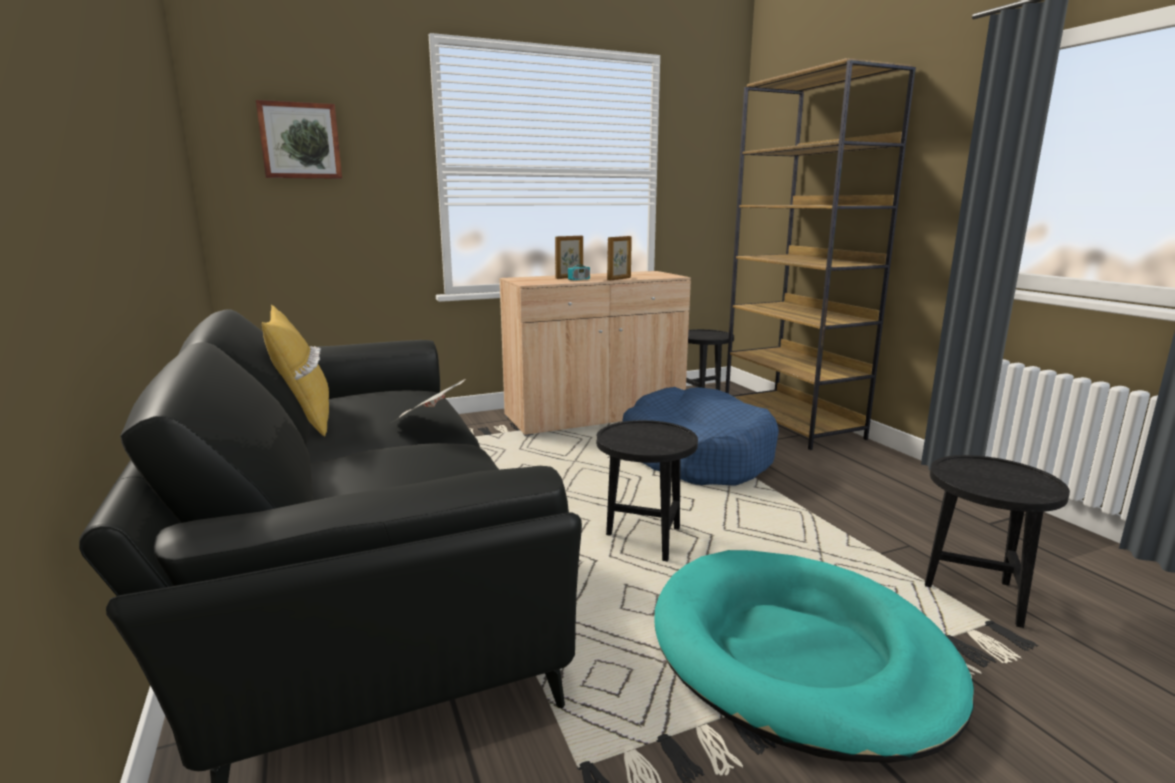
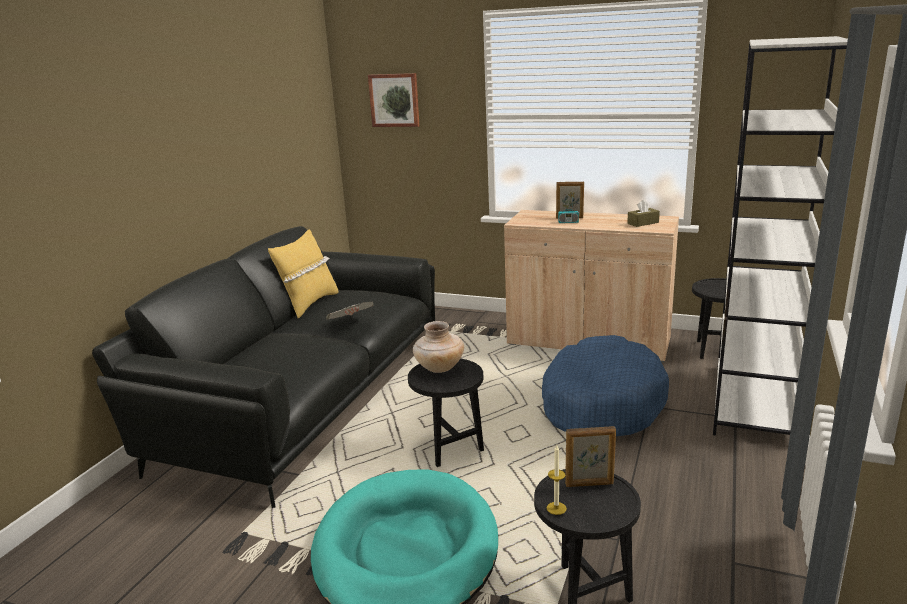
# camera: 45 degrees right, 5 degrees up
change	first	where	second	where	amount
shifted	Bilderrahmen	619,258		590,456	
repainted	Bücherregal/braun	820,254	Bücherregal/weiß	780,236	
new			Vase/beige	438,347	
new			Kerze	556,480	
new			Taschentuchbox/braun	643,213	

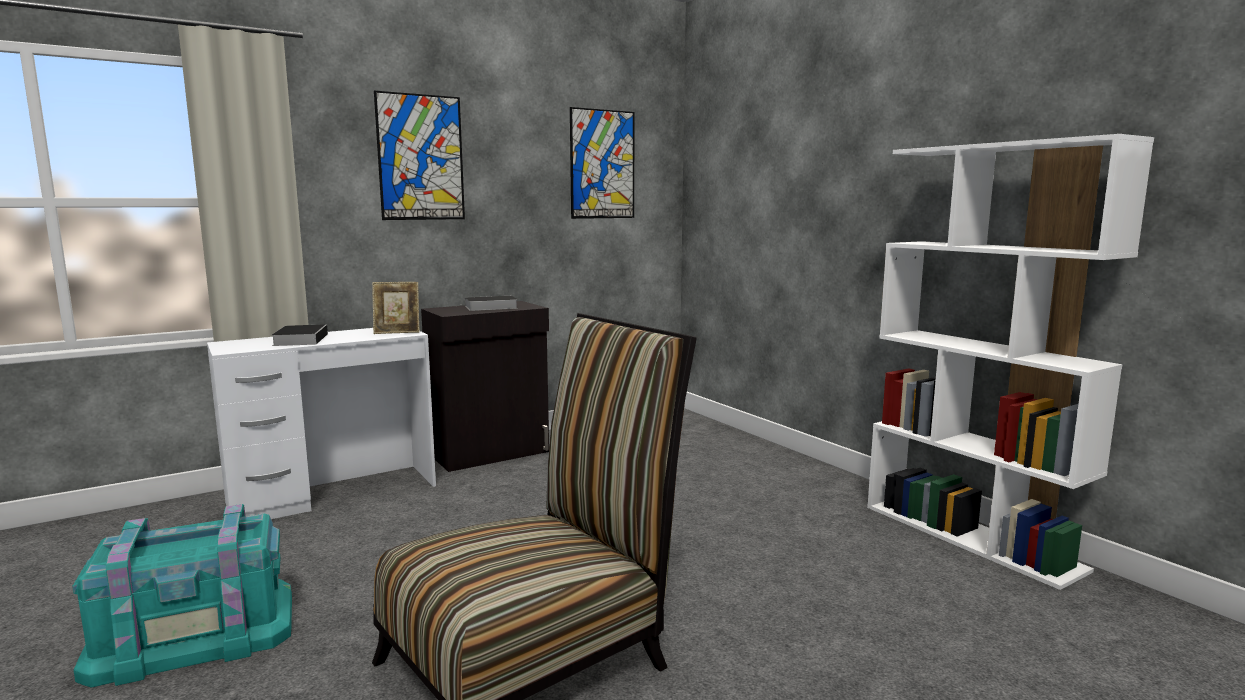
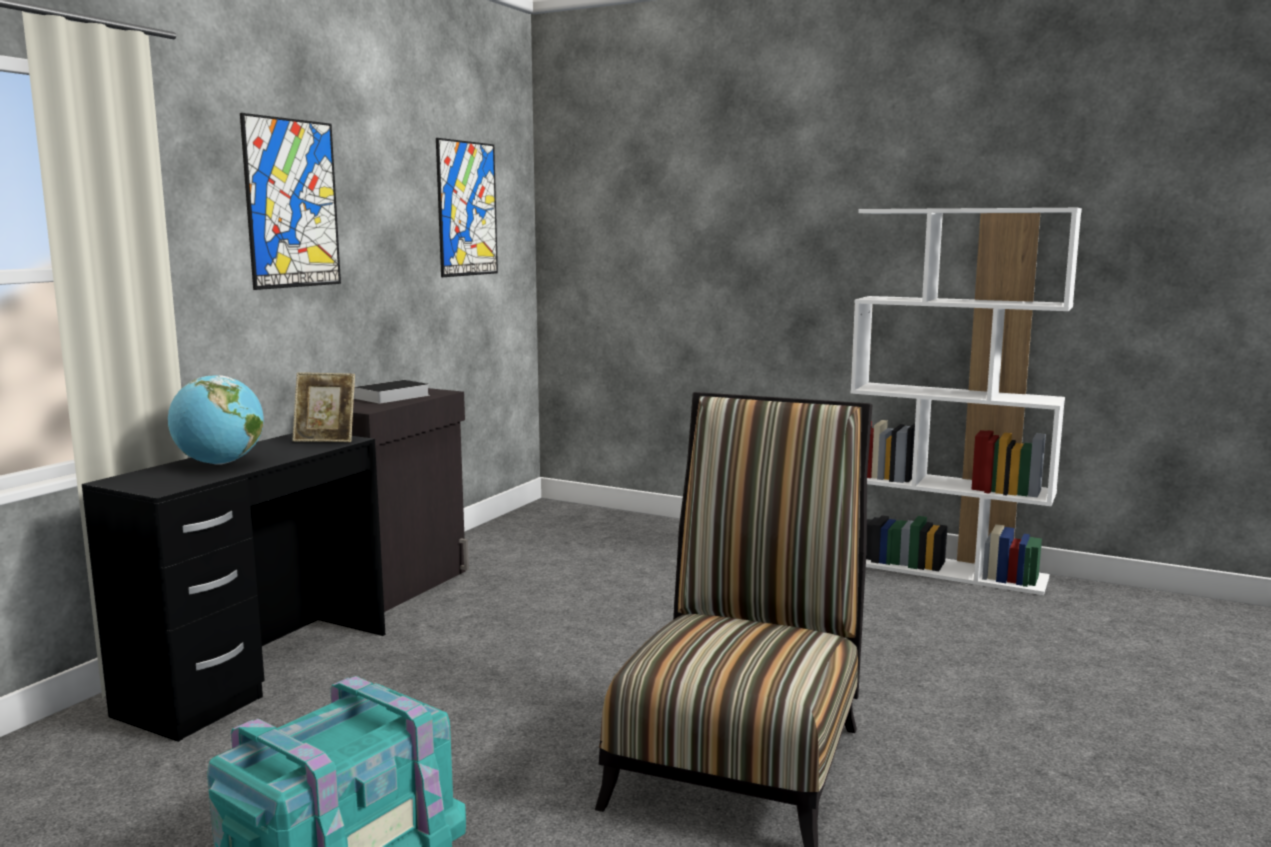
# camera: 30 degrees left, 0 degrees up
change	first	where	second	where	amount
repainted	Schreibtisch/weiß	321,423	Schreibtisch/schwarz	233,587	
swapped	Buch	300,335	Globus	216,420	
rotated	Bilderrahmen	396,308		323,407	45 degrees clockwise

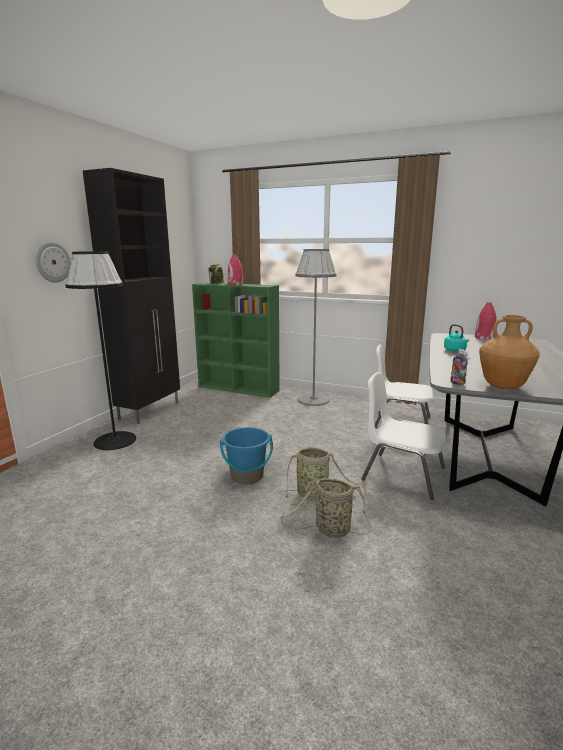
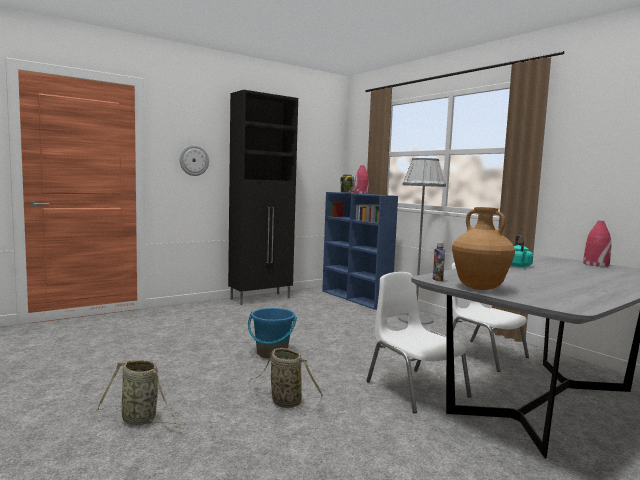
# camera: 30 degrees right, 10 degrees down
change	first	where	second	where	amount
gone	Stehlampe/schwarz	100,350			
repainted	Bücherregal/grün	236,340	Bücherregal/blau	360,251	
shifted	Korb	319,473		141,393	

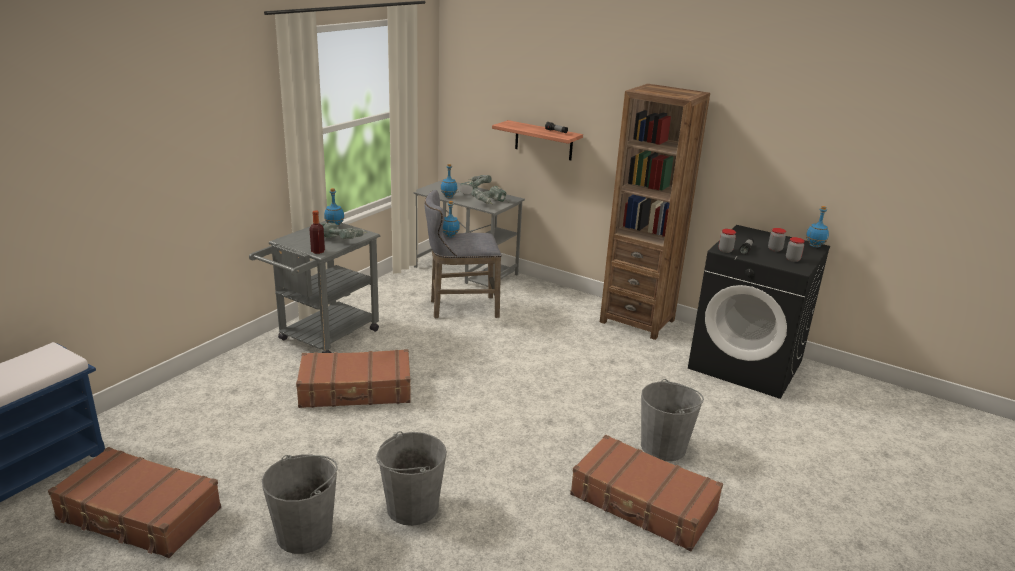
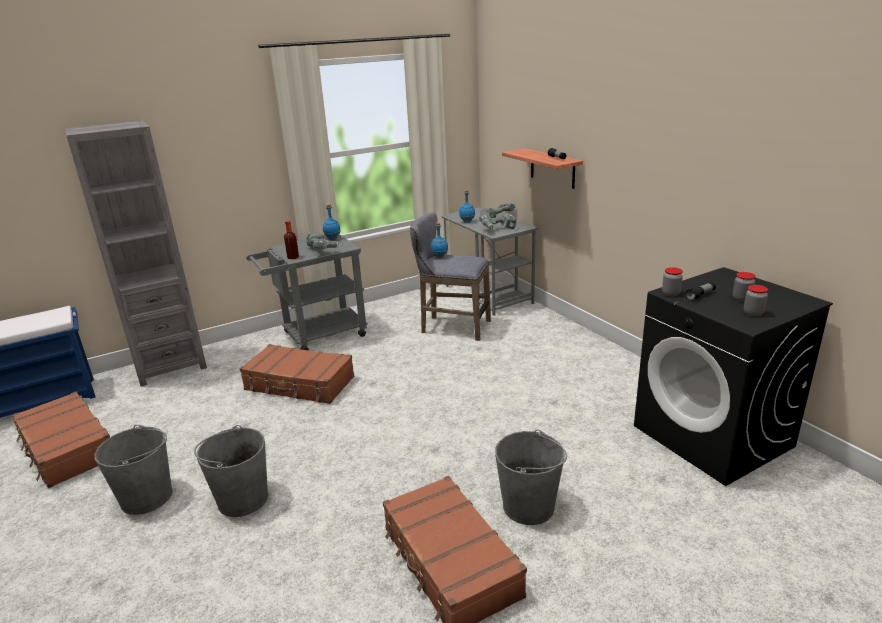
# camera: 30 degrees right, 0 degrees up
change	first	where	second	where	amount
gone	Bücherregal/braun	655,212			
gone	Flasche/blau	817,227			
new			Bücherregal/grau	136,253	

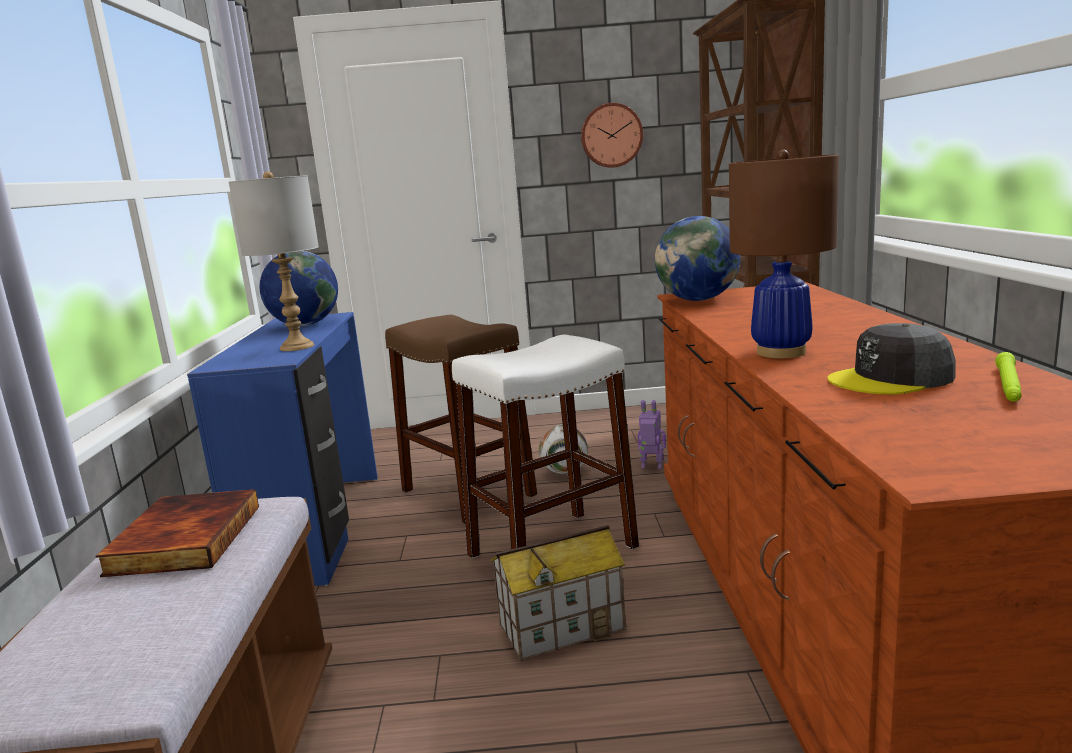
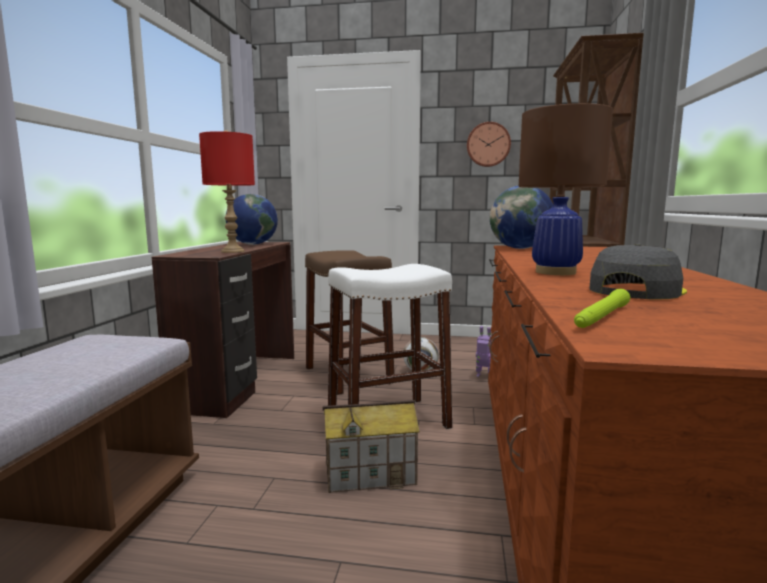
# camera: 10 degrees right, 5 degrees down
change	first	where	second	where	amount
gone	Buch	177,533			
repainted	Schreibtisch/blau	282,449	Schreibtisch/braun	223,330	
repainted	Tischlampe/grau	274,261	Tischlampe/rot	227,191	
rotated	Kappe/grau	891,359		638,271	135 degrees clockwise
shifted	Taschenlampe/grün	1008,376		602,308	

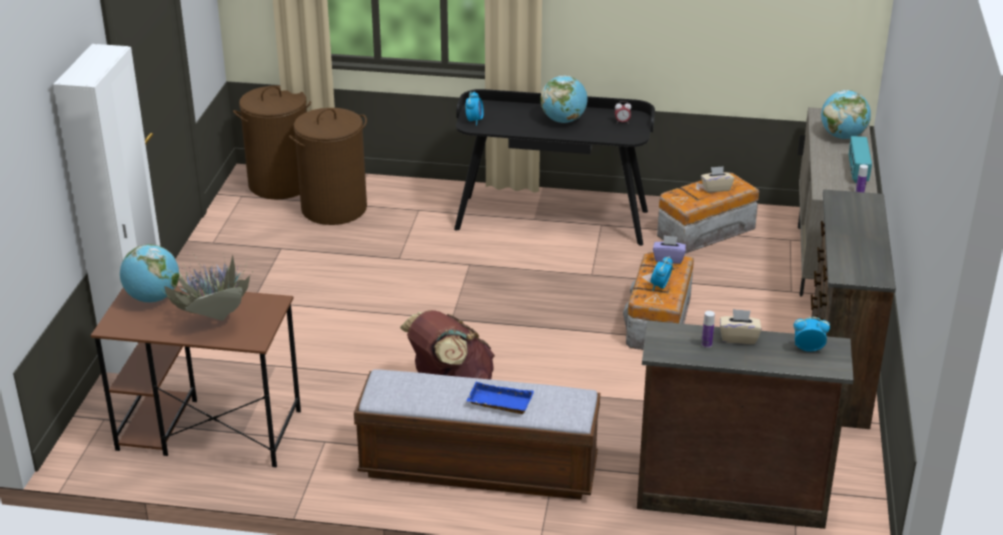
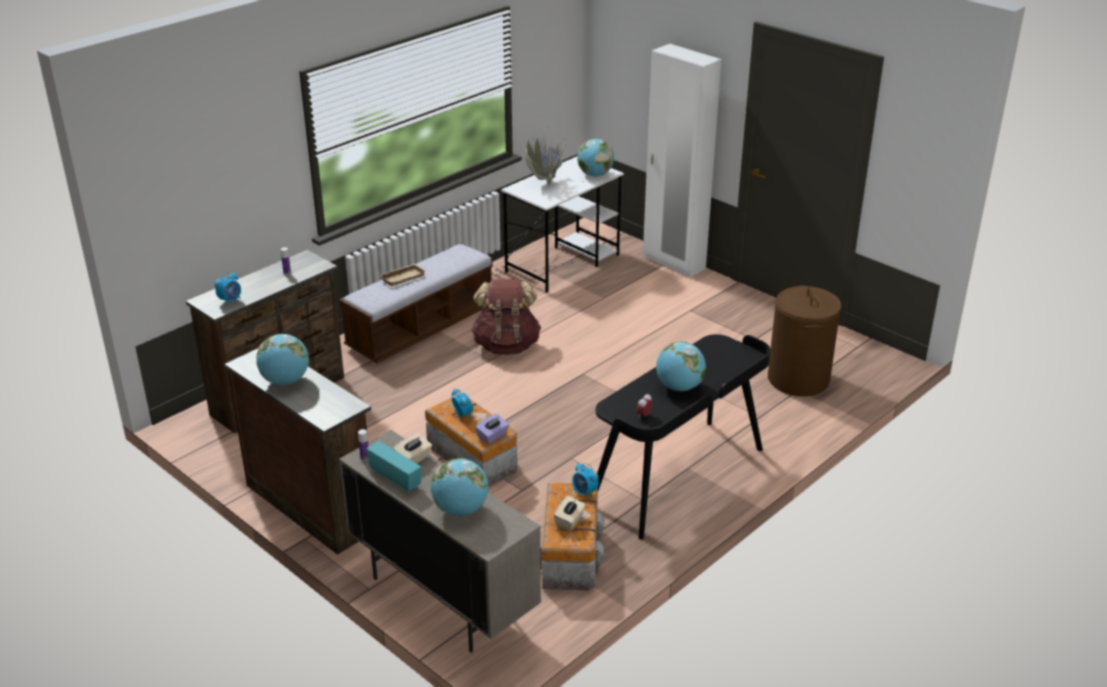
# camera: 125 degrees right, 0 degrees up
change	first	where	second	where	amount
repainted	Schreibtisch/braun	196,376	Schreibtisch/weiß	562,224	
gone	Wäschekorb/braun	272,142			
shifted	Wecker	474,108		585,481	
repainted	Tablett/blau	500,398	Tablett/beige	402,275	
shifted	Taschentuchbox/beige	740,326		412,448	
new			Globus	282,359	

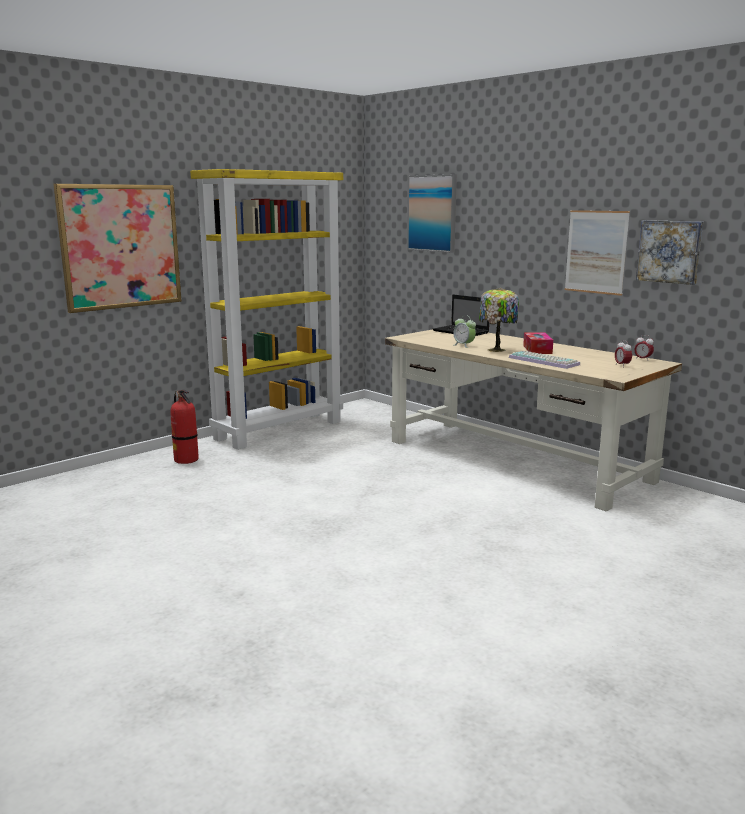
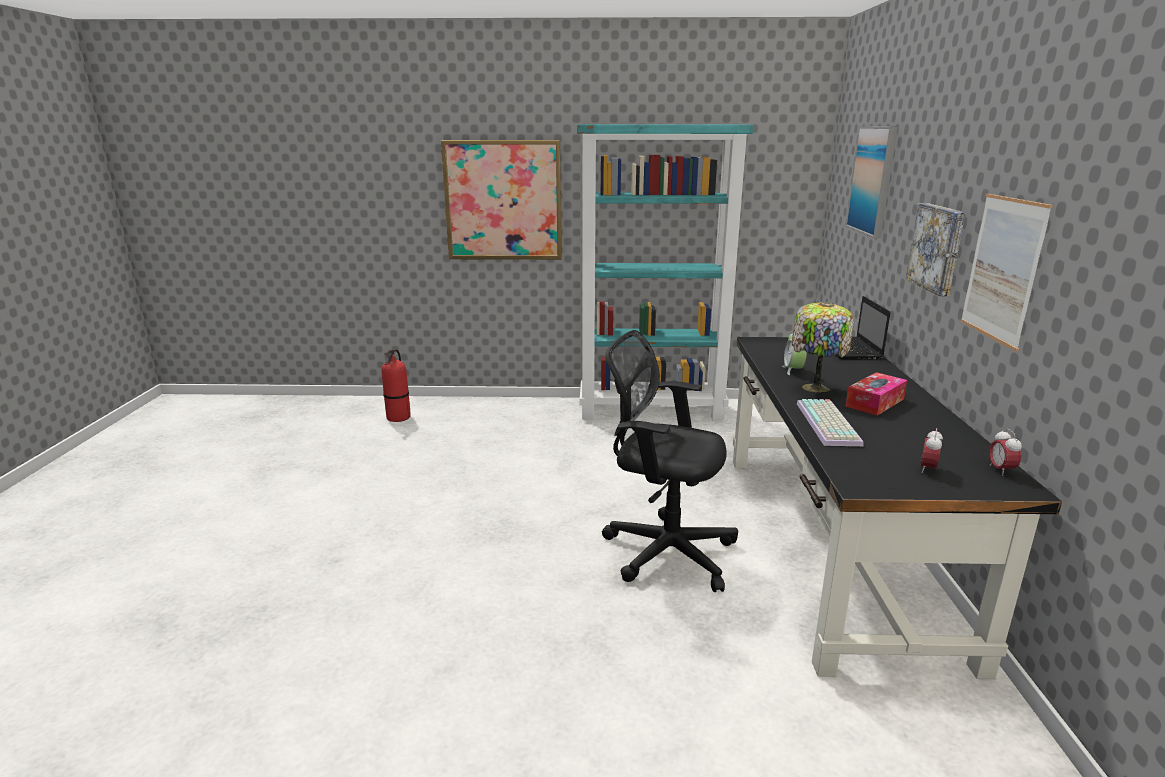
# camera: 45 degrees right, 5 degrees up
change	first	where	second	where	amount
shifted	Feuerlöscher	184,427		396,385	
repainted	Bücherregal/gelb	266,309	Bücherregal/türkis	665,272	
repainted	Schreibtisch/beige	533,420	Schreibtisch/schwarz	897,508	
shifted	Bild	669,252		935,249	
new			Bürostuhl/schwarz	670,461	

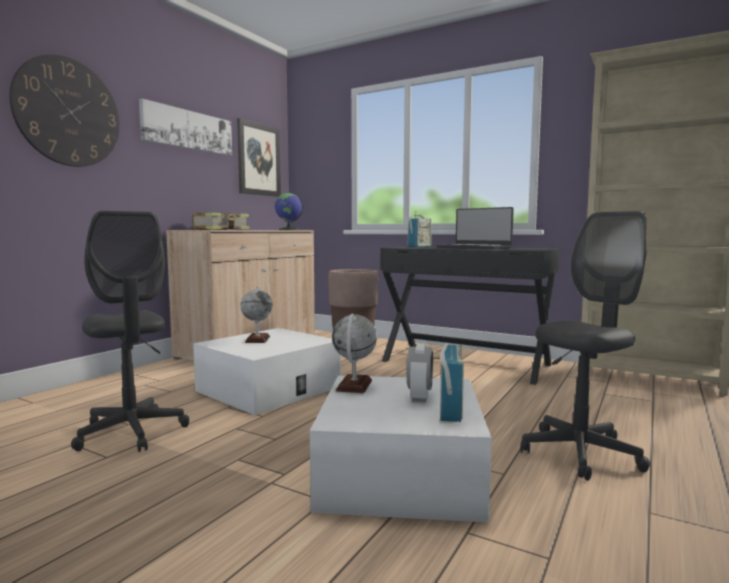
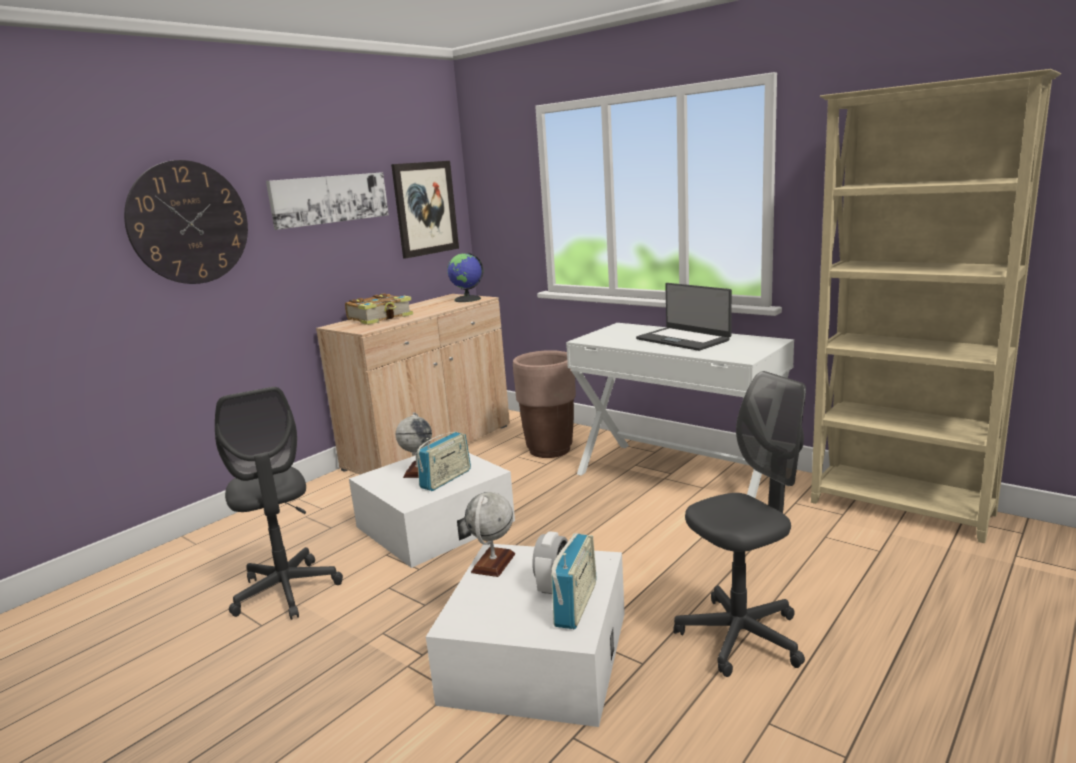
# camera: 10 degrees right, 10 degrees up
change	first	where	second	where	amount
repainted	Schreibtisch/schwarz	470,315	Schreibtisch/weiß	680,410	
shifted	Radio	420,229		444,461	

